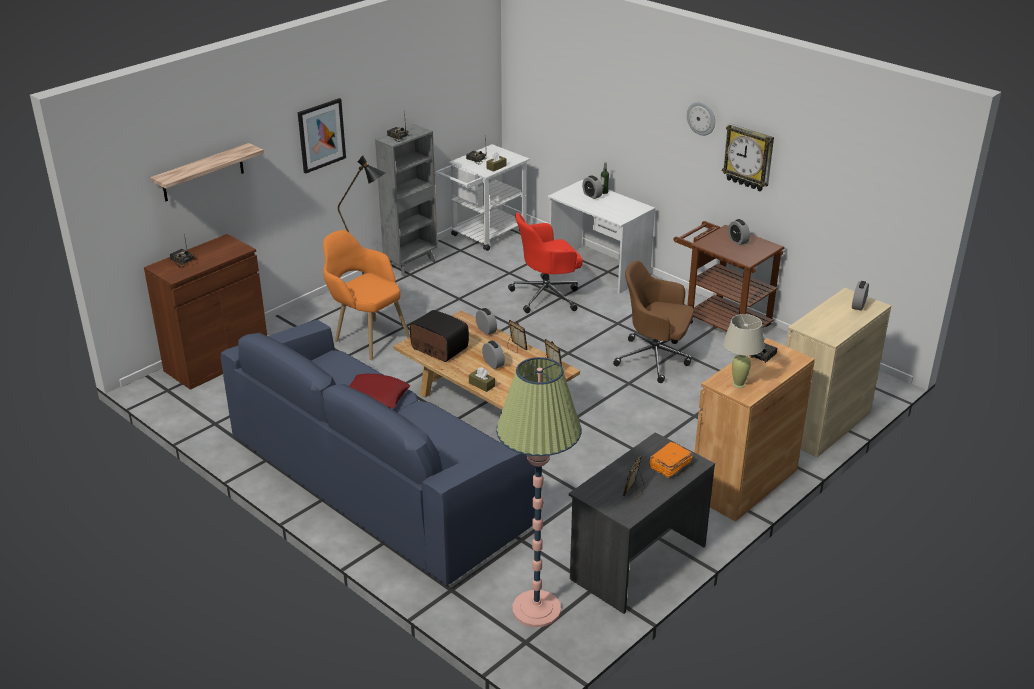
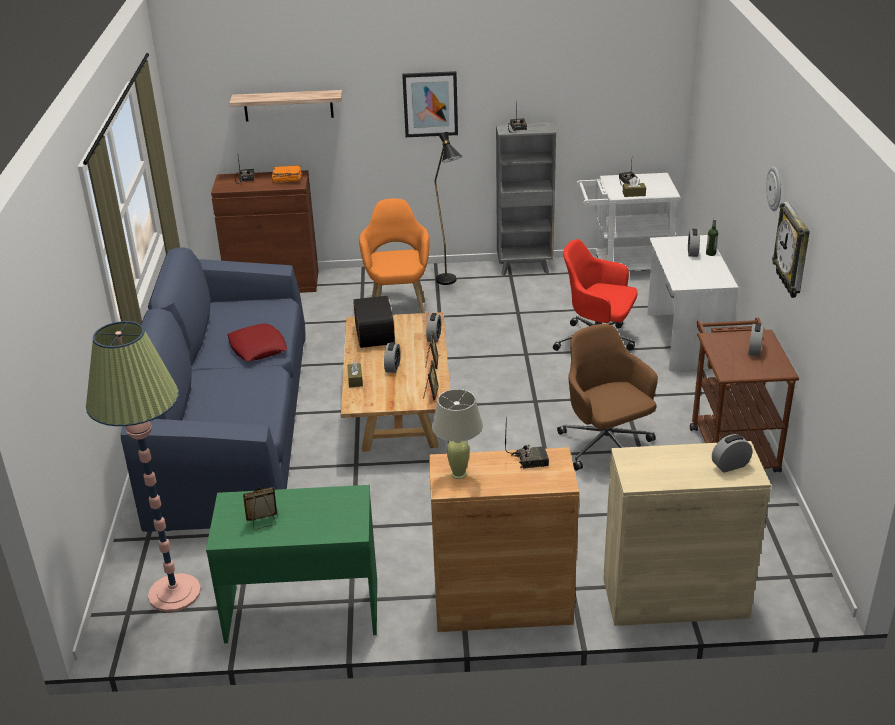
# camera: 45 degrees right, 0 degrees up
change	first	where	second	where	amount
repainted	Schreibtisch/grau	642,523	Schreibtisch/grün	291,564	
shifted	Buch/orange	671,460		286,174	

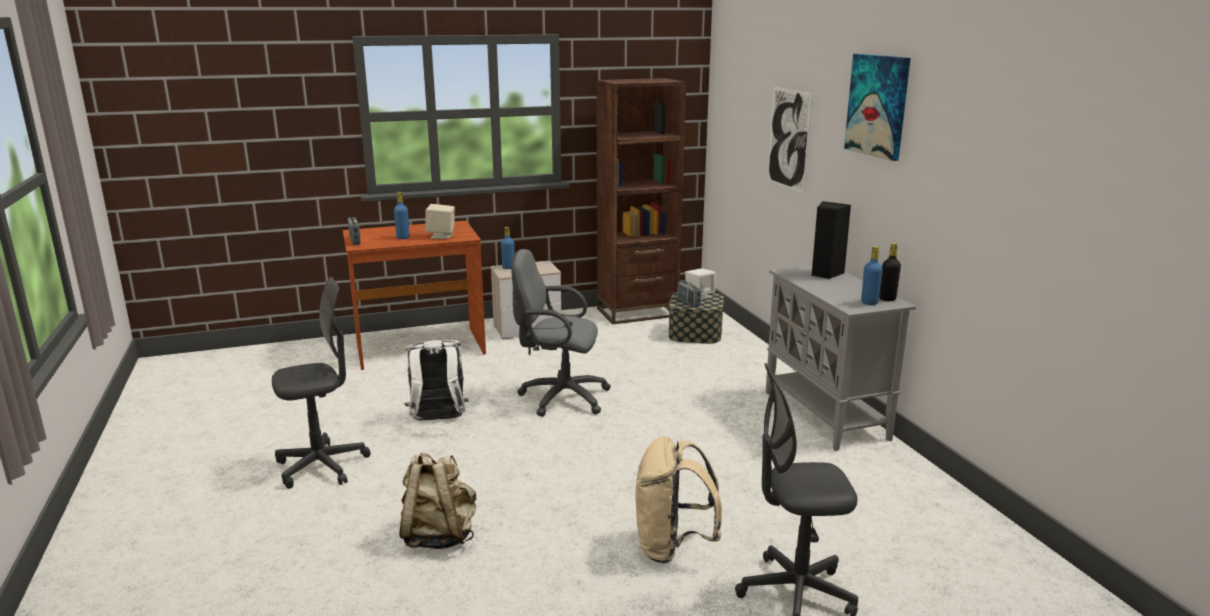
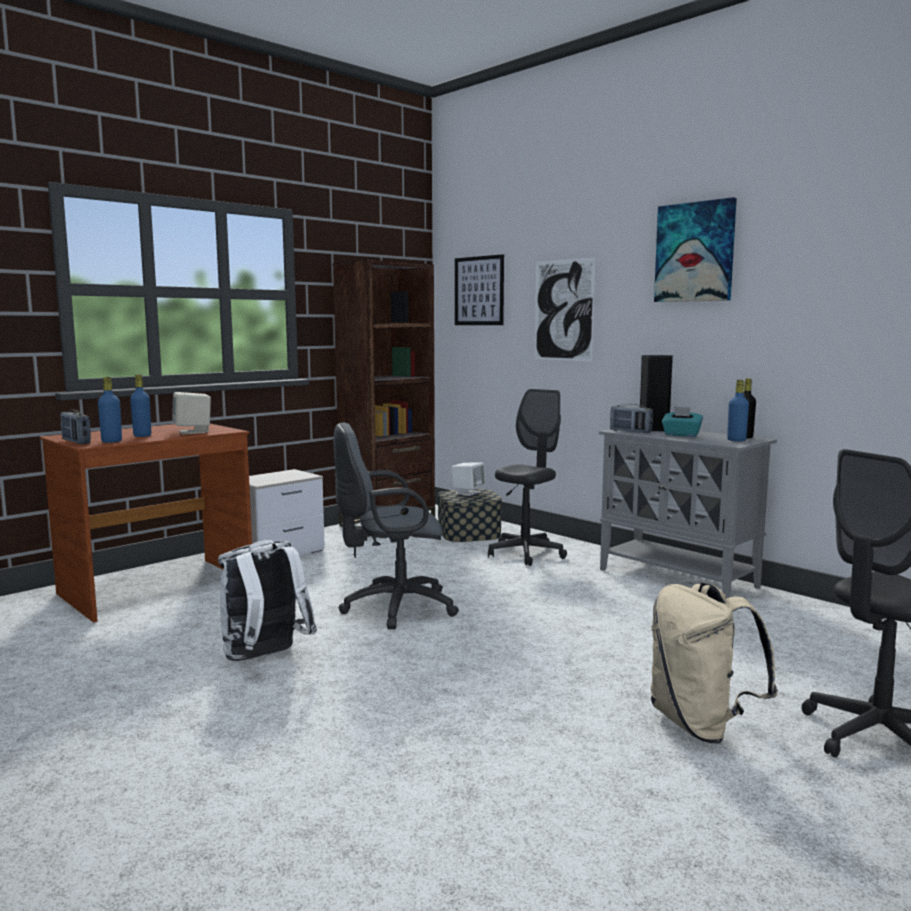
# camera: 25 degrees left, 10 degrees down
change	first	where	second	where	amount
shifted	Bürostuhl/grau	321,383		527,477	
gone	Rucksack/beige	437,501			
shifted	Flasche/blau	508,248		110,410	
shifted	Radio	689,294		631,418	
new			Bild	479,289	
new			Taschentuchbox/türkis	682,421	

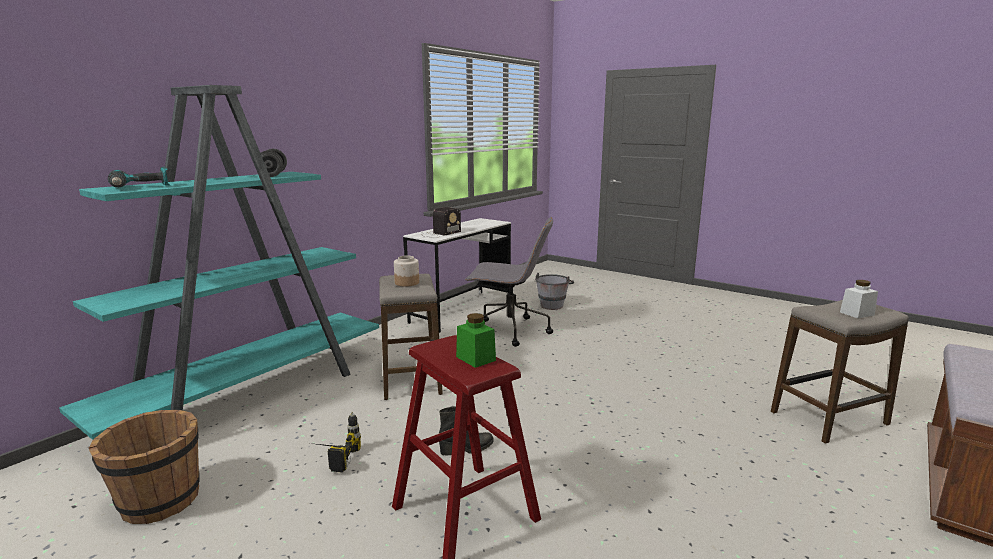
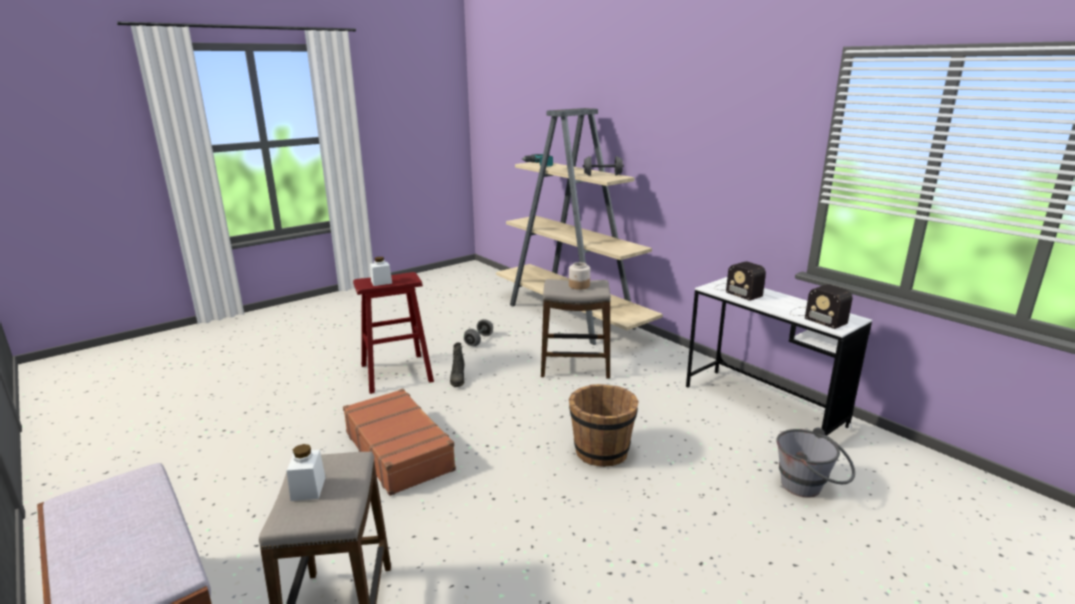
# camera: 105 degrees right, 5 degrees up
change	first	where	second	where	amount
repainted	Bücherregal/türkis	219,262	Bücherregal/beige	579,226	
shifted	Eimer/braun	144,467		604,425	
swapped	Bohrmaschine	335,442	Hantel/grau	478,332	
repainted	Vorratsglas/grün	476,340	Vorratsglas/weiß	381,271	
gone	Bürostuhl/grau	509,282			
new			Koffer/braun	399,442	
new			Radio	821,306	

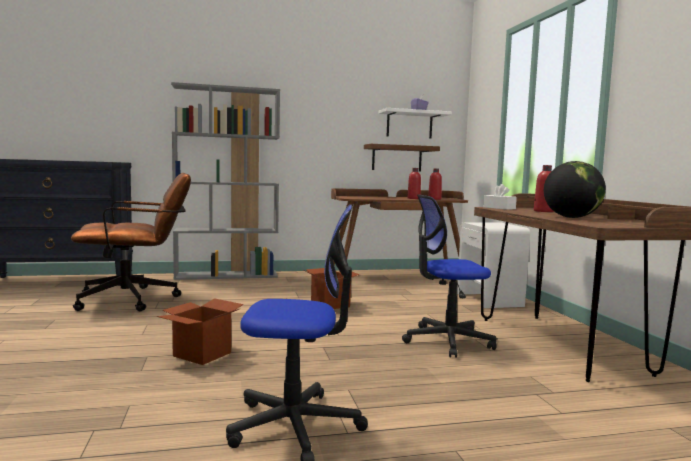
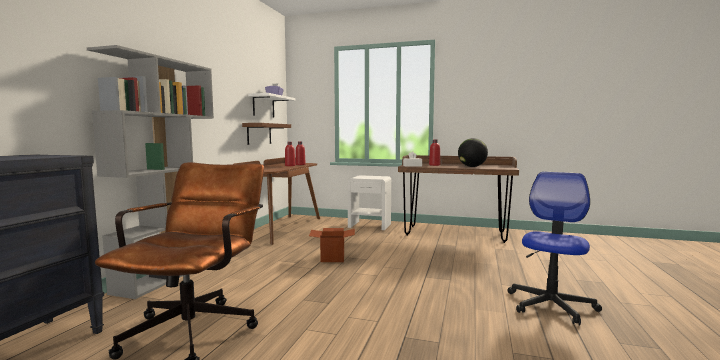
# camera: 60 degrees left, 0 degrees up
change	first	where	second	where	amount
gone	Karton	200,331			
gone	Bürostuhl	449,276			

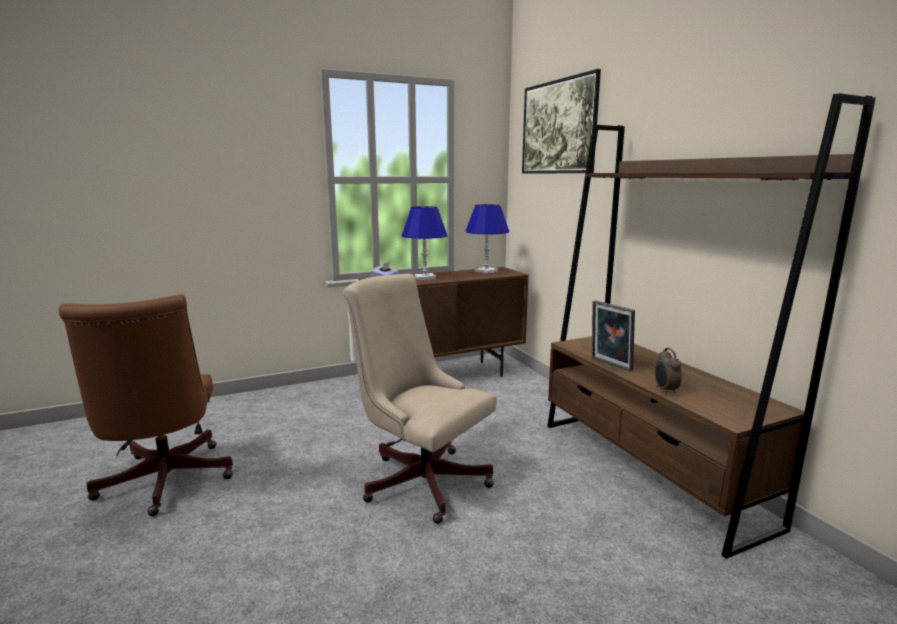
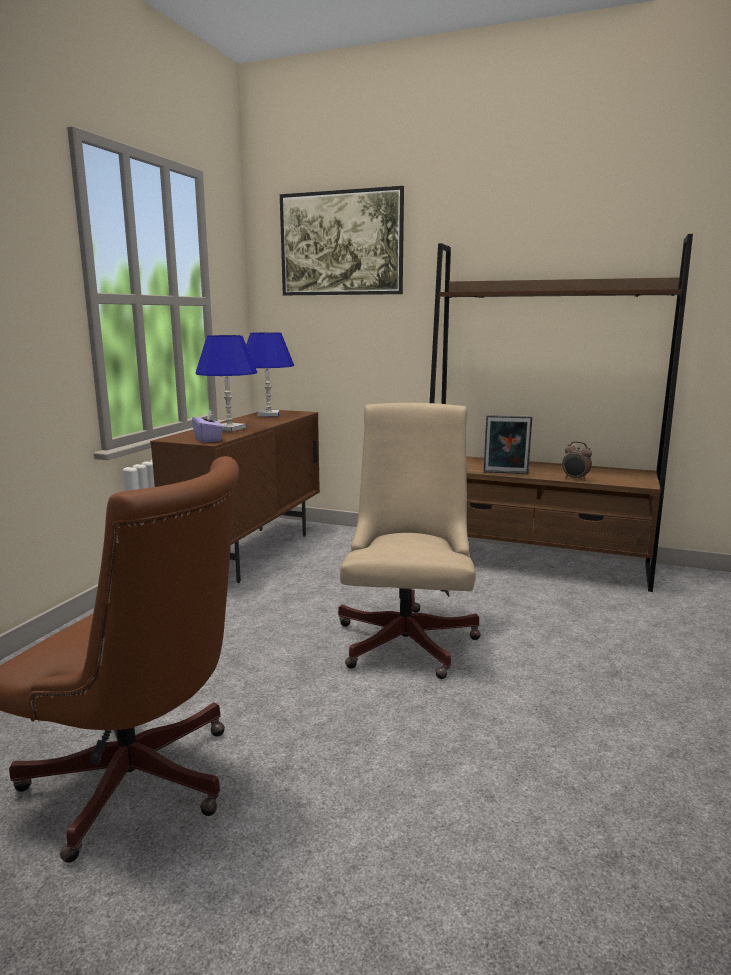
# camera: 45 degrees left, 0 degrees up
change	first	where	second	where	amount
rotated	Bürostuhl/beige	420,399		409,541	105 degrees clockwise

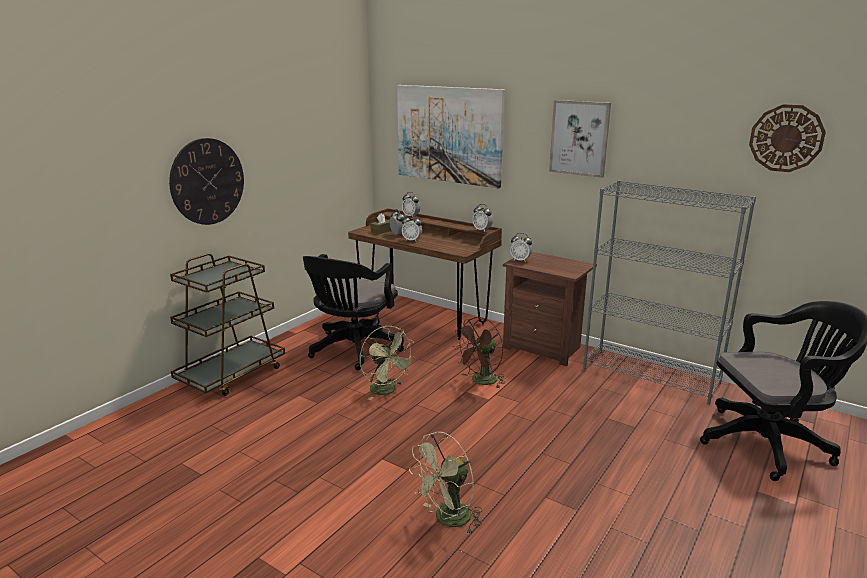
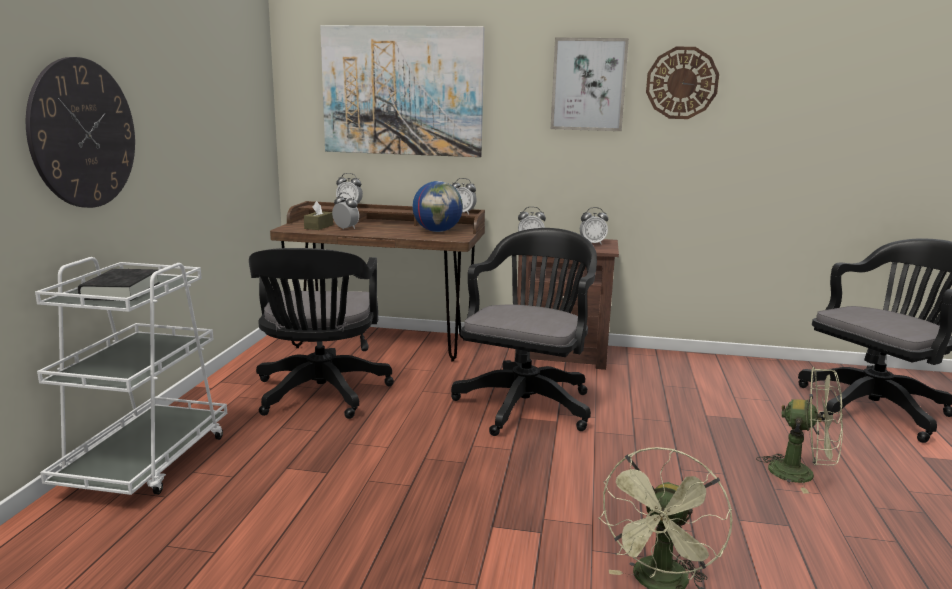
# camera: 25 degrees left, 5 degrees down
change	first	where	second	where	amount
repainted	Rollwagen/braun	227,324	Rollwagen/weiß	131,376	
shifted	Ventilator/grün	388,363		799,430	
shifted	Wecker	412,228		594,226	
swapped	Ventilator/braun	479,352	Bürostuhl/schwarz	524,332	
gone	Bücherregal/grau	669,292			
shifted	Wanduhr	787,138		682,83	
new			Buch/schwarz	119,285	
new			Globus	437,206	

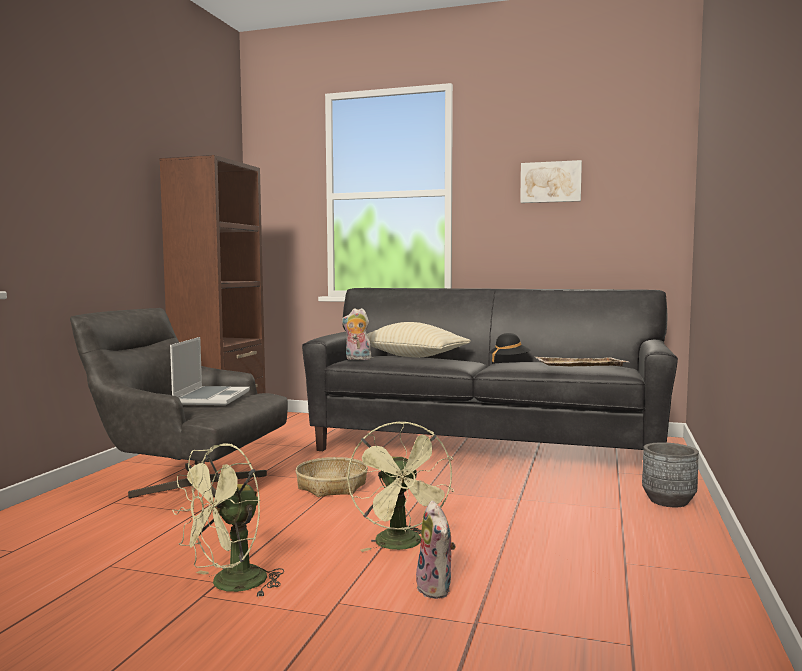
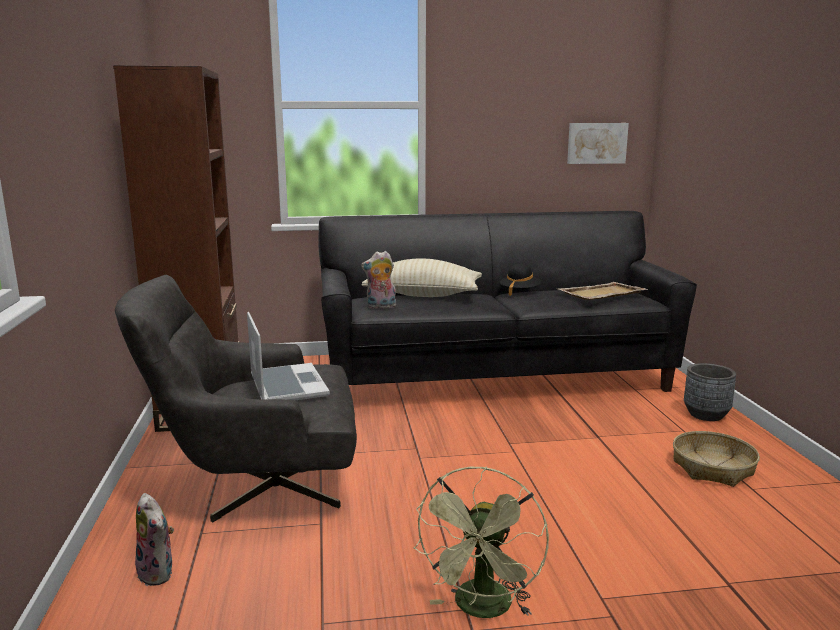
# camera: 25 degrees left, 10 degrees up
change	first	where	second	where	amount
shifted	Korb	332,477		716,459	
gone	Ventilator/grün	400,486			
shifted	Plüschtier	435,550		154,539	
shifted	Bild	551,181		598,143	

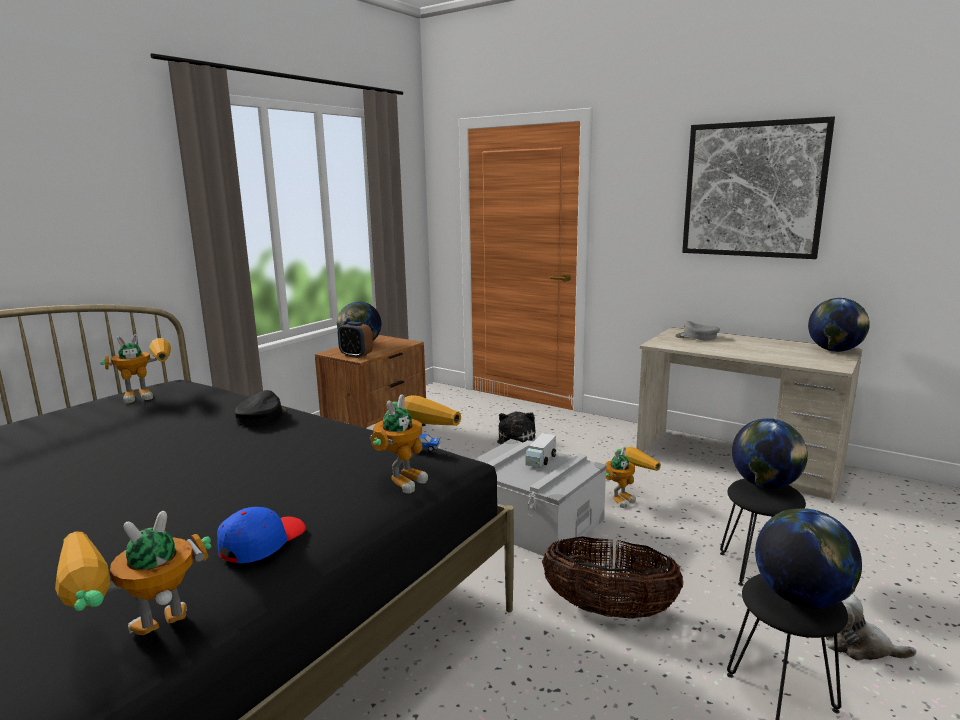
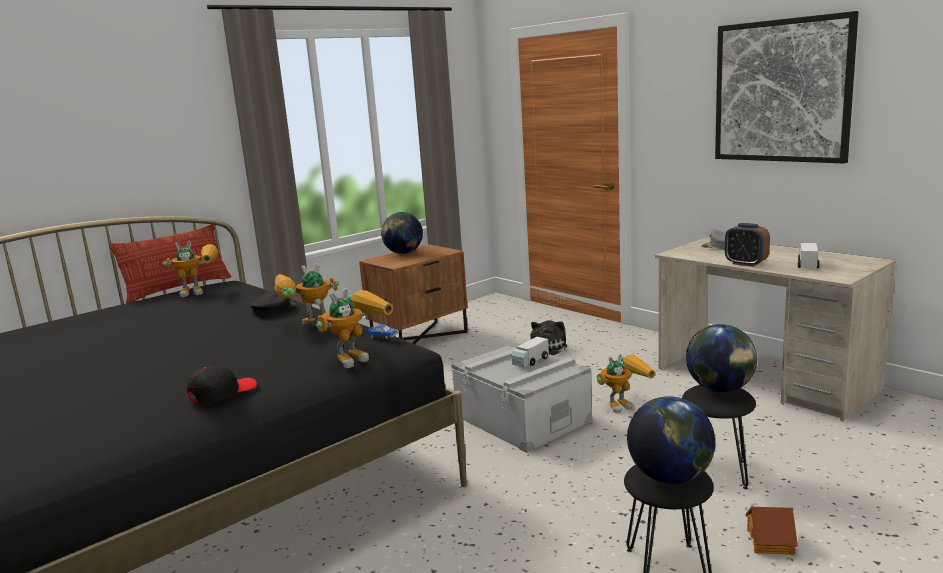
# camera: 15 degrees right, 0 degrees up
change	first	where	second	where	amount
shifted	Spielzeugroboter	133,573		307,293	
repainted	Kappe/blau	261,535	Kappe/schwarz	222,384	
shifted	Wecker	355,339		747,245	
gone	Korb	612,577			
gone	Globus	839,325			
swapped	Plüschtier	871,627	Spielzeughaus	772,531	
new			Kissen	170,263	
new			Spielzeuglaster	809,255	

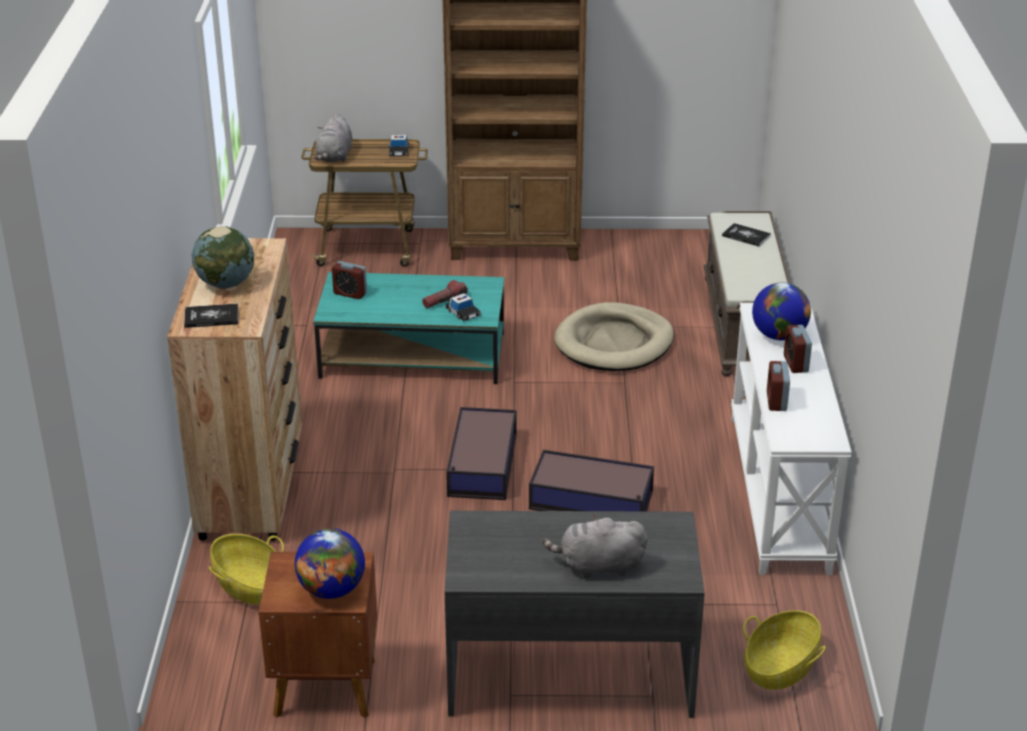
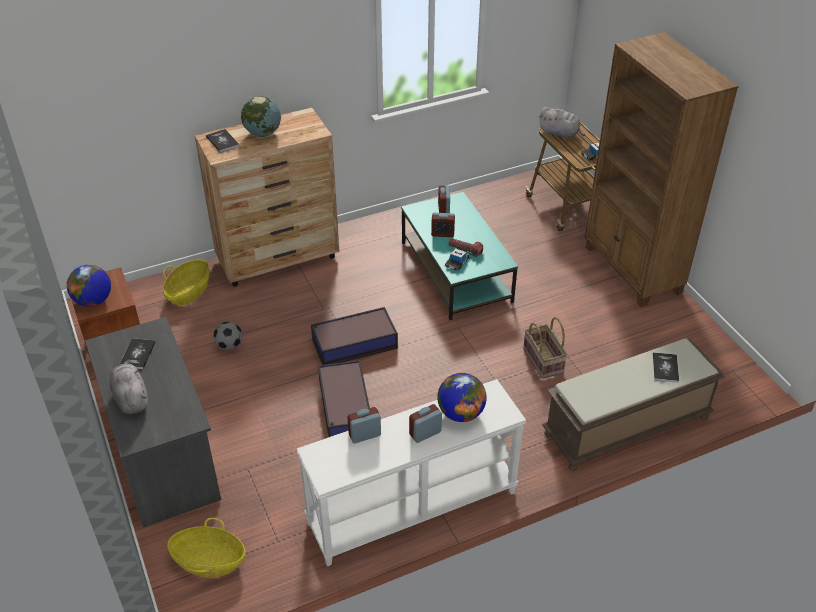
# camera: 65 degrees right, 10 degrees up
change	first	where	second	where	amount
rotated	Plüschtier/grau	333,137		562,123	135 degrees counterclockwise
swapped	Hundebett/beige	614,336	Korb	545,348	
new			Buch	137,353	
new			Fußball	228,336	
new			Wecker	443,225	

